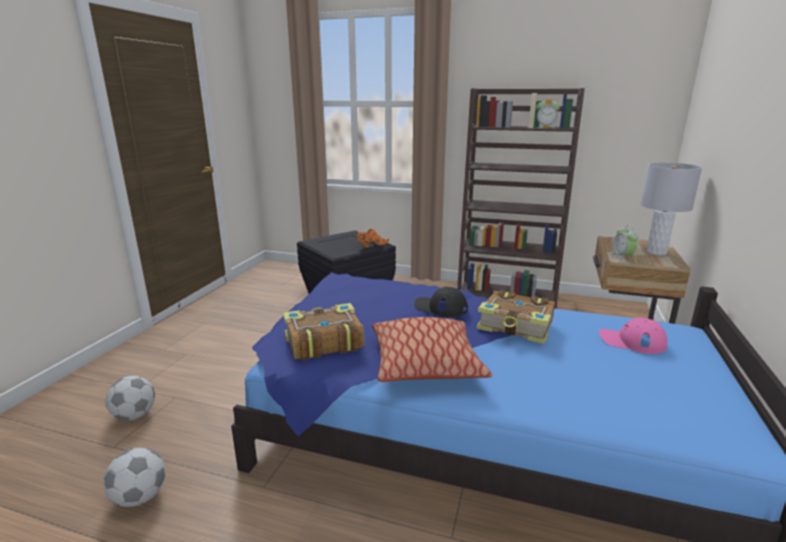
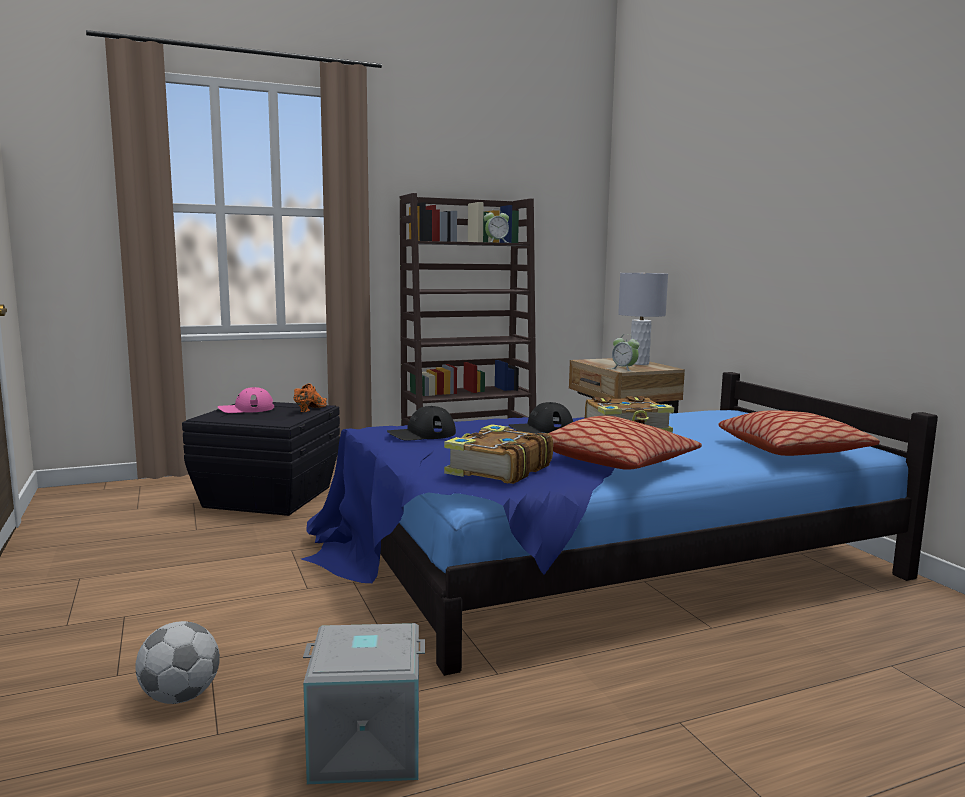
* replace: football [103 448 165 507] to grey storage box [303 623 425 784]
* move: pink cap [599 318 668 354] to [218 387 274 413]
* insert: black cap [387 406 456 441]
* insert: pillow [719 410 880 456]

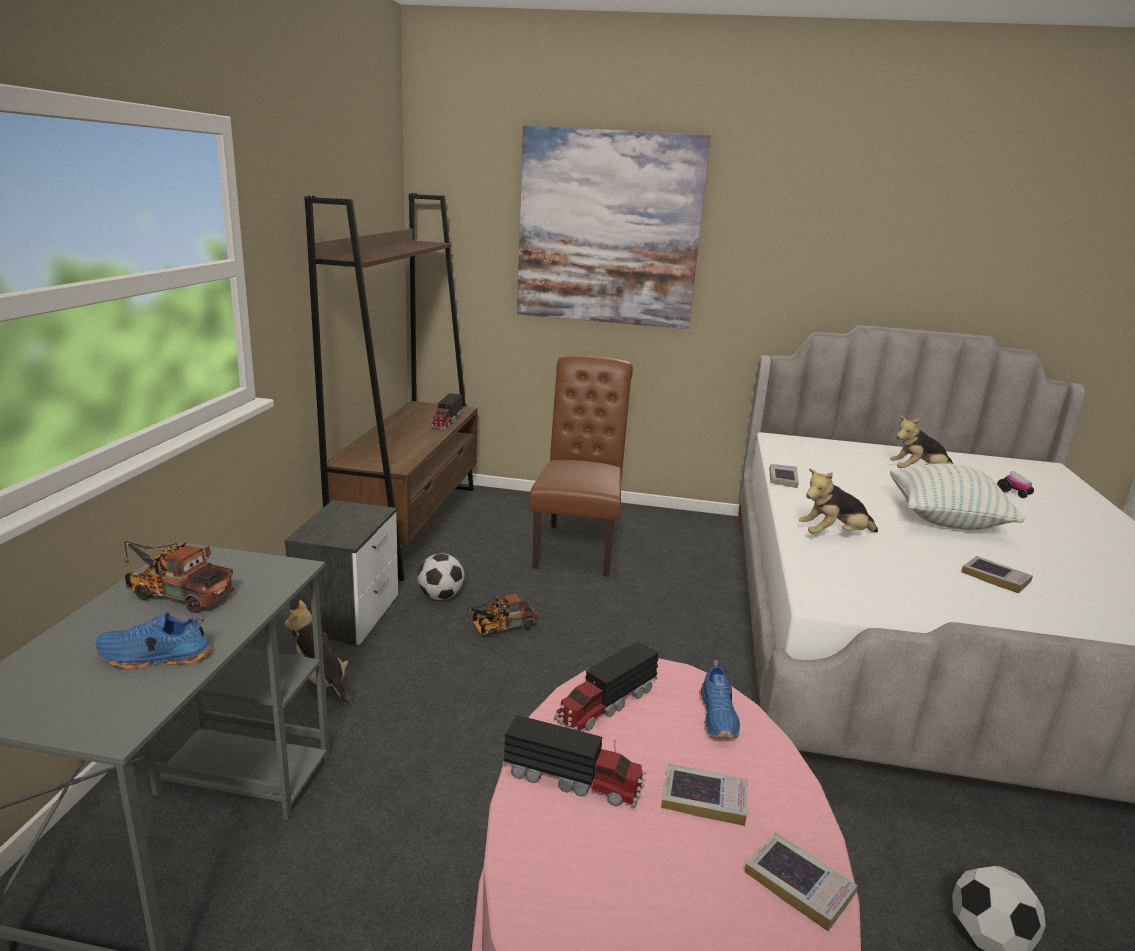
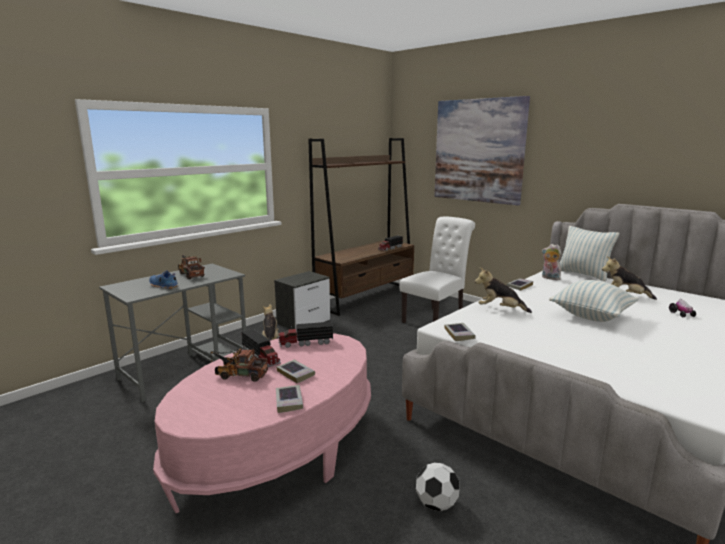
* delete: football [418 553 465 600]
* move: toy truck [466 592 538 638] to [210 348 268 382]
* recolor: brown chair [529 355 633 577] to white chair [400 217 475 323]
* delete: blue shoe [699 660 740 738]
* move: book [961 556 1033 593] to [444 323 476 341]
* insert: plush toy [542 244 562 280]
* insert: pillow [560 226 619 281]

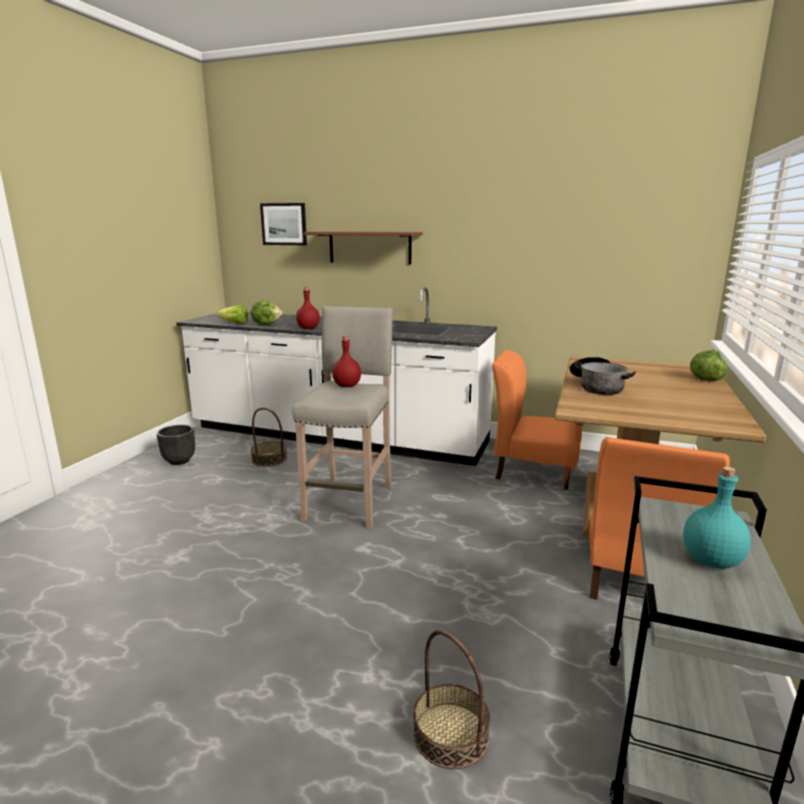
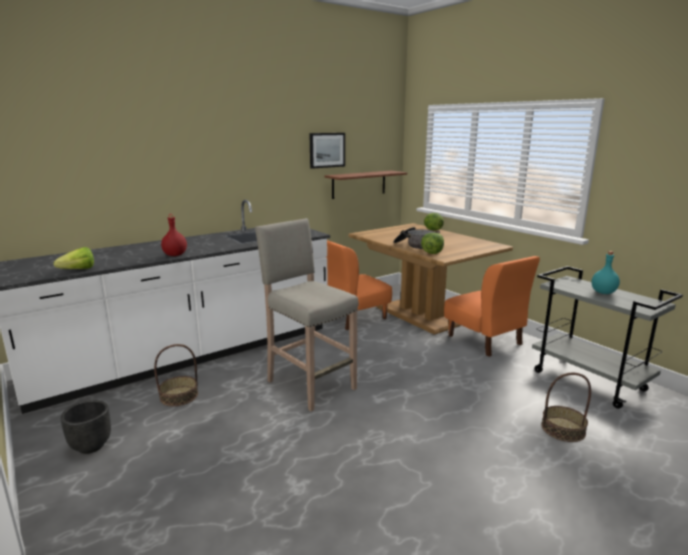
* move: lettuce [251 301 282 325] to [421 233 444 254]
* move: picture [260 203 307 245] to [309 133 345 169]
* move: brown shelf [304 231 423 265] to [324 171 407 199]
* delete: red bottle [332 336 361 387]

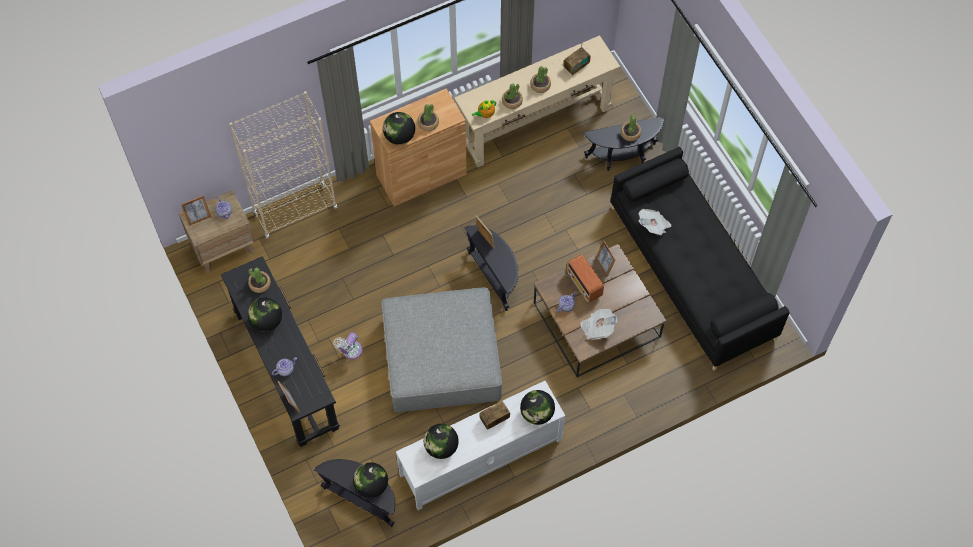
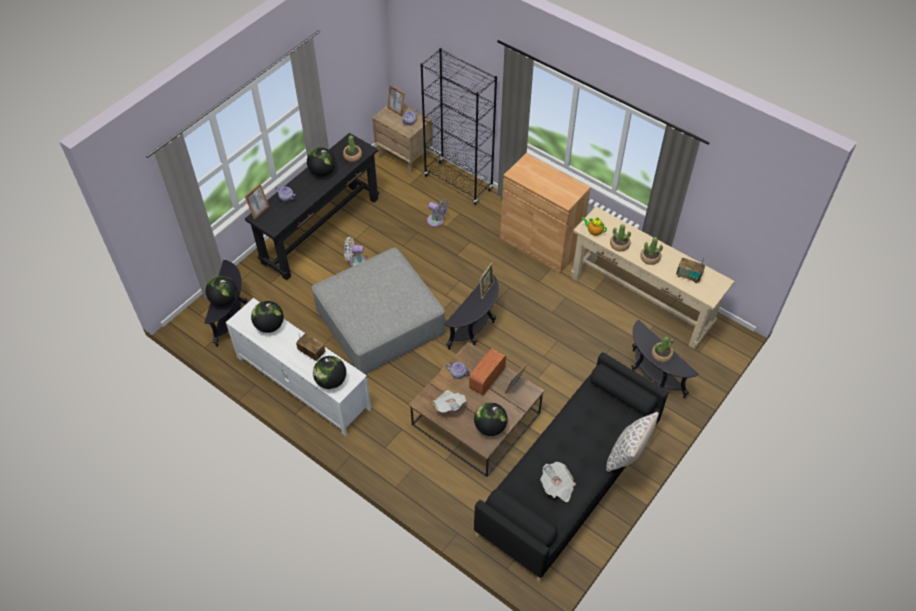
* recolor: beige bookcase [229 91 338 239] to black bookcase [420 48 497 205]
* move: globe [383 112 415 145] to [474 402 508 436]
* delete: potted plant [418 104 439 131]
* move: newspaper [638 209 671 235] to [541 462 576 502]
* insert: grey fan [427 199 449 227]
* insert: pillow [606 412 659 472]

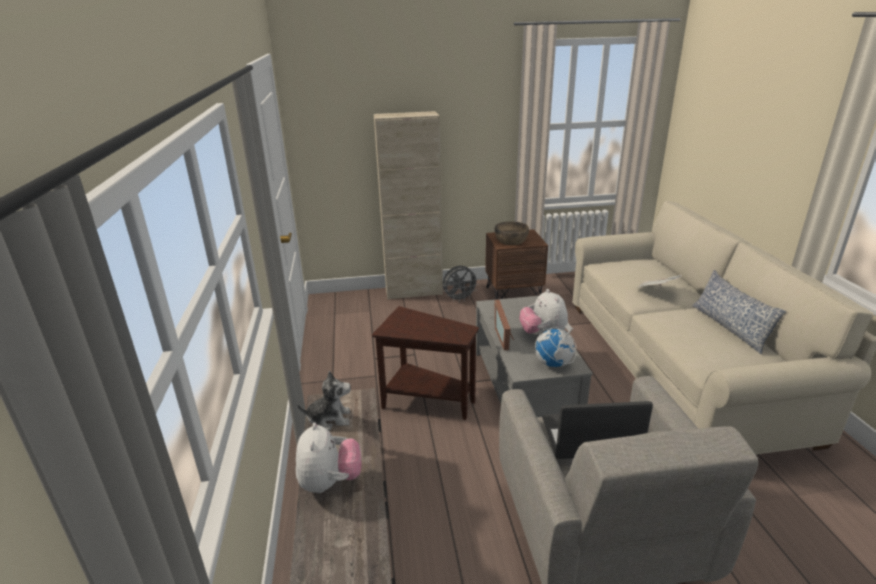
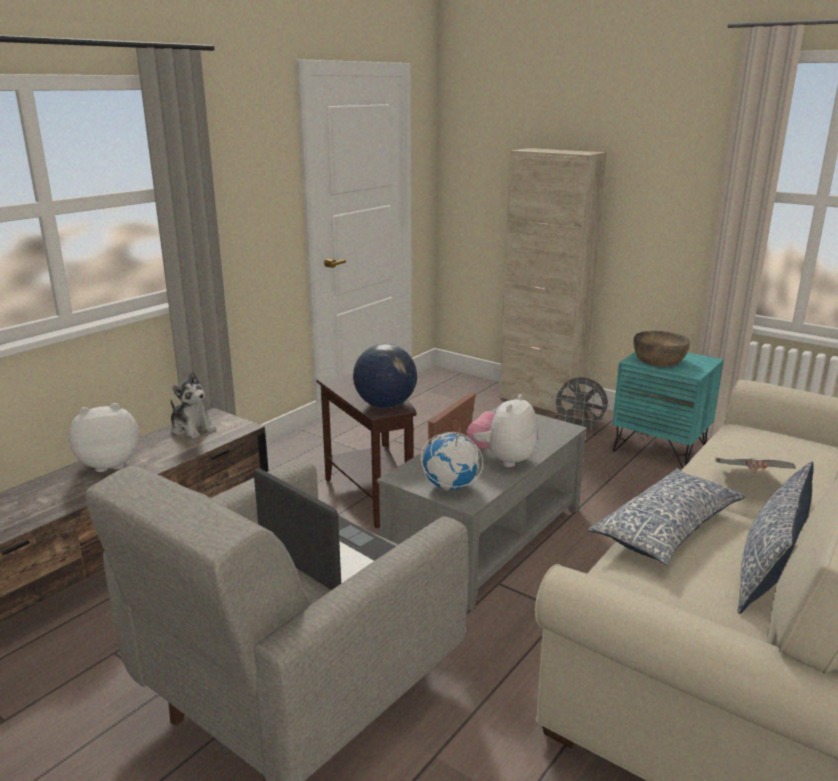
* rotate: plush toy [296 423 361 493] = [68 403 140 472] 150 degrees counterclockwise
* recolor: brown nightstand [485 229 548 300] to turquoise nightstand [613 352 724 469]
* insert: globe [353 344 417 408]
* insert: pillow [588 468 746 564]

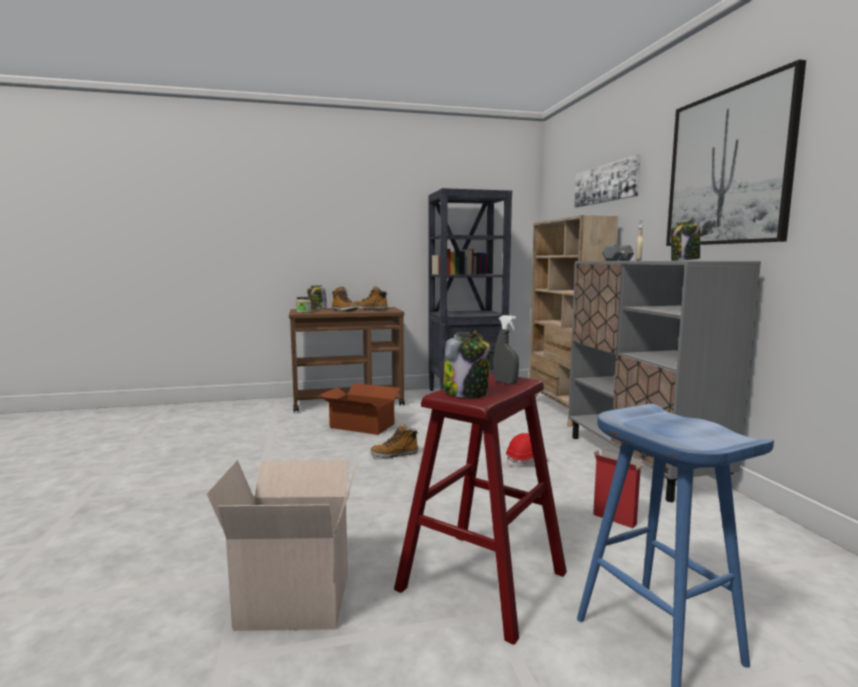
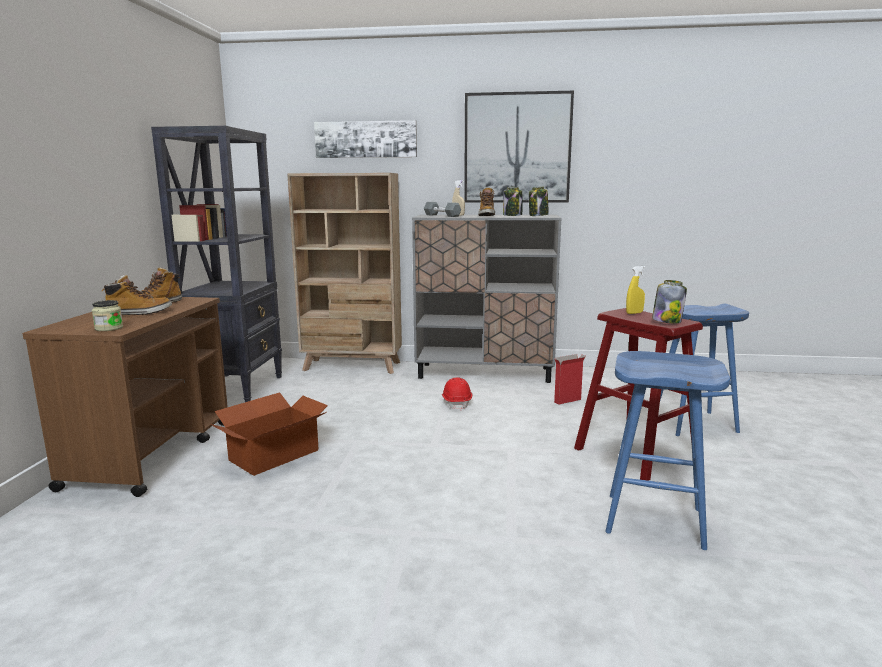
* replace: cardboard box [206 459 360 631] to blue stool [605 351 730 550]
* move: jar [308 285 327 309] to [529 187 549 216]
* move: boot [370 423 418 458] to [478 187 495 216]
* recolor: grey spray bottle [493 315 519 384] to yellow spray bottle [626 266 645 314]

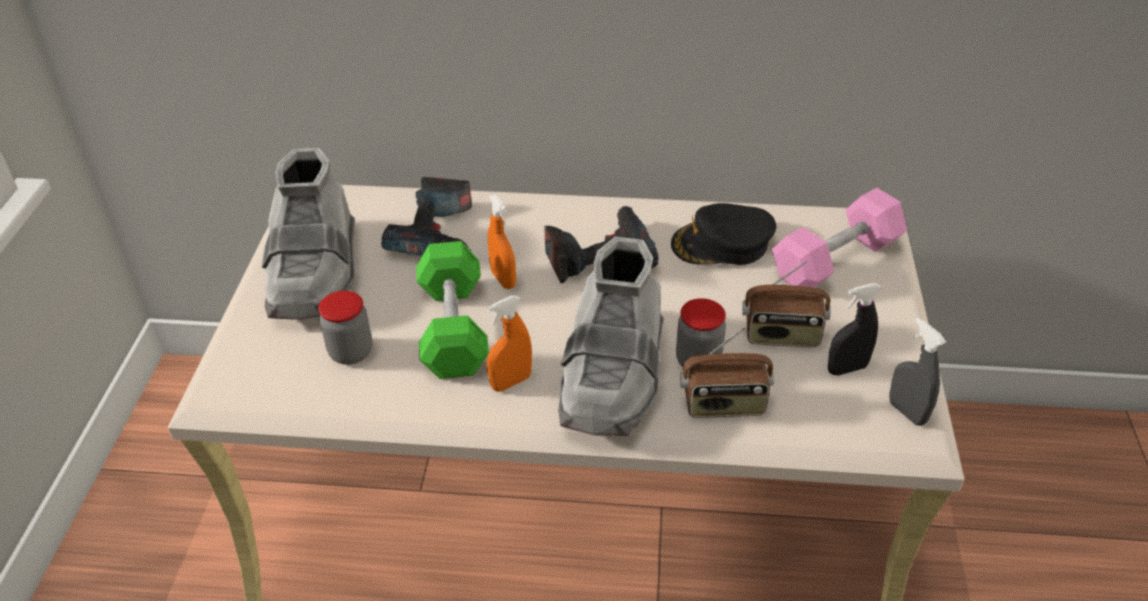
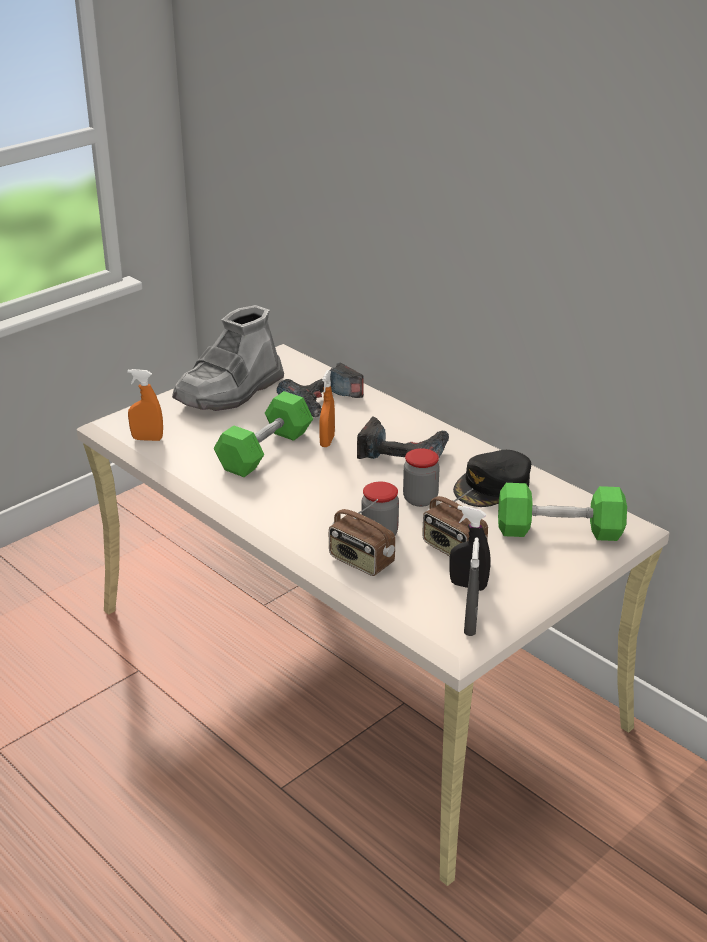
* move: jar [318 291 373 365] to [403 448 440 507]
* move: orange spray bottle [487 295 532 392] to [127 369 163 441]
* delete: grey boot [558 237 664 436]
* rotate: black cap [671 203 776 265] = [453 450 531 507] 75 degrees counterclockwise
* recolor: pink dumbbell [772 188 907 287] to green dumbbell [498 483 627 541]

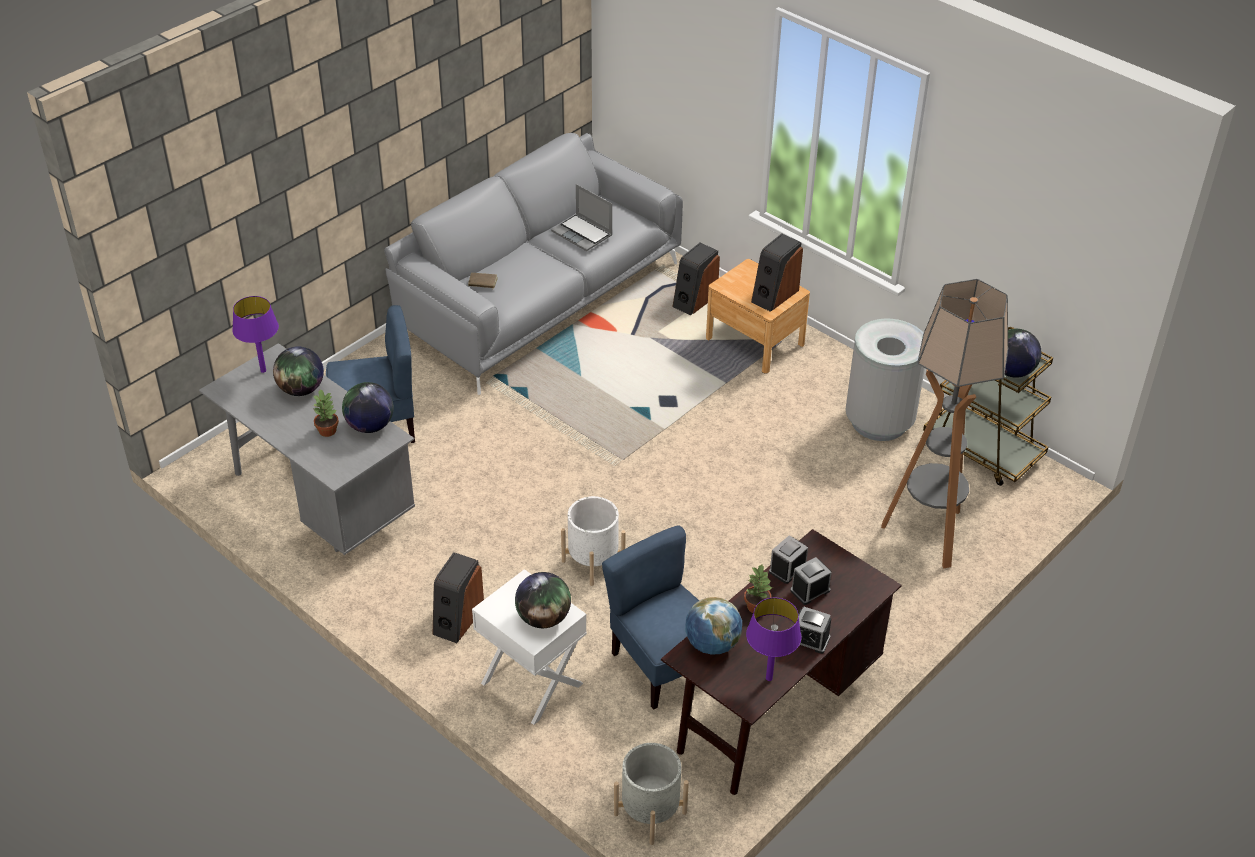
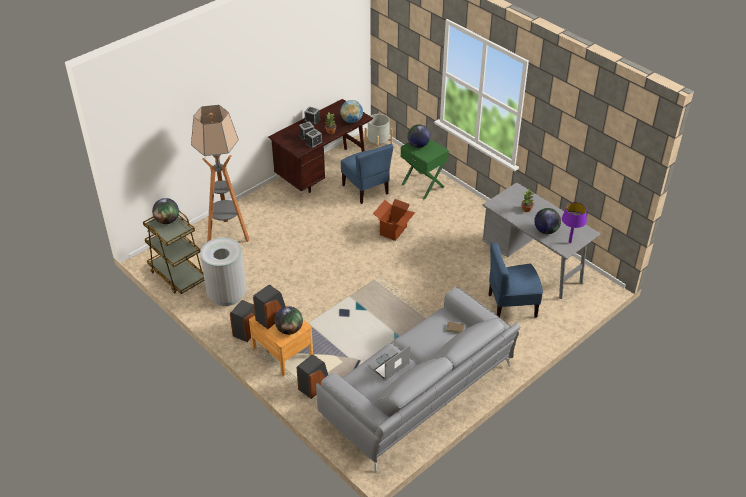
* move: globe [342 382 393 433] to [275 306 303 335]
* move: speaker [432 552 484 643] to [230 300 255 342]
* recolor: white nightstand [472 569 587 725] to green nightstand [401 139 449 200]
* rotate: laptop [551 184 613 251] = [368 345 410 381] 90 degrees counterclockwise
* replace: white planter [561 496 626 586] to cardboard box [373 199 415 241]
* delete: purple table lamp [746 598 801 681]

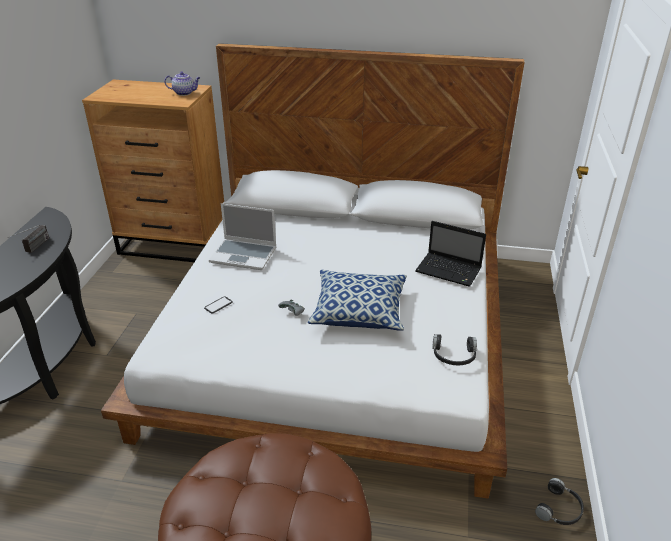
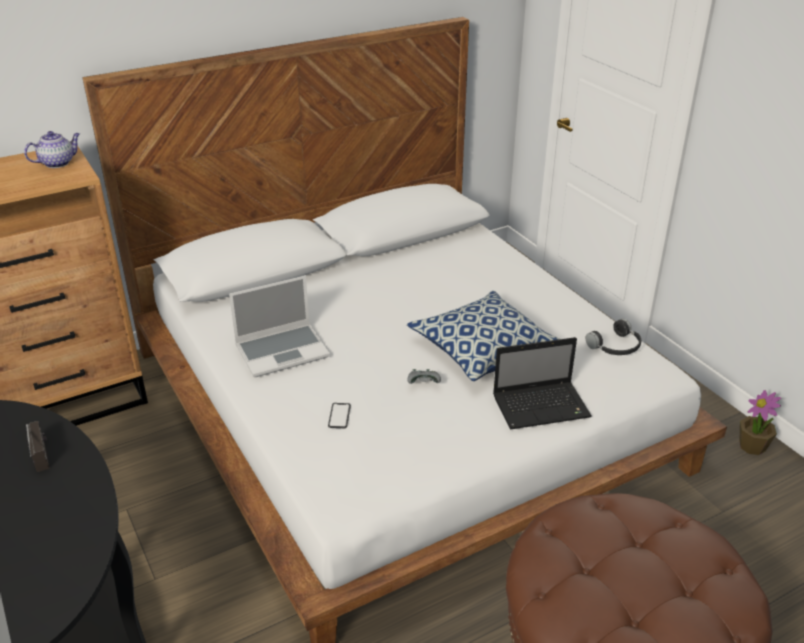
* move: laptop [415 221 486 287] to [493 337 592 429]
* replace: black headphones [535 478 584 525] to potted plant [740 390 781 455]

